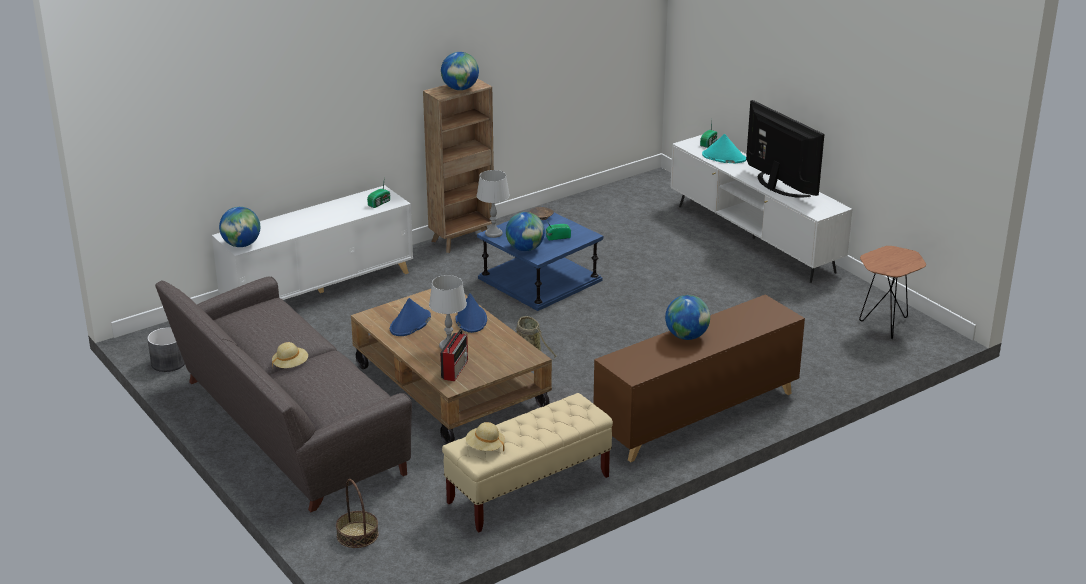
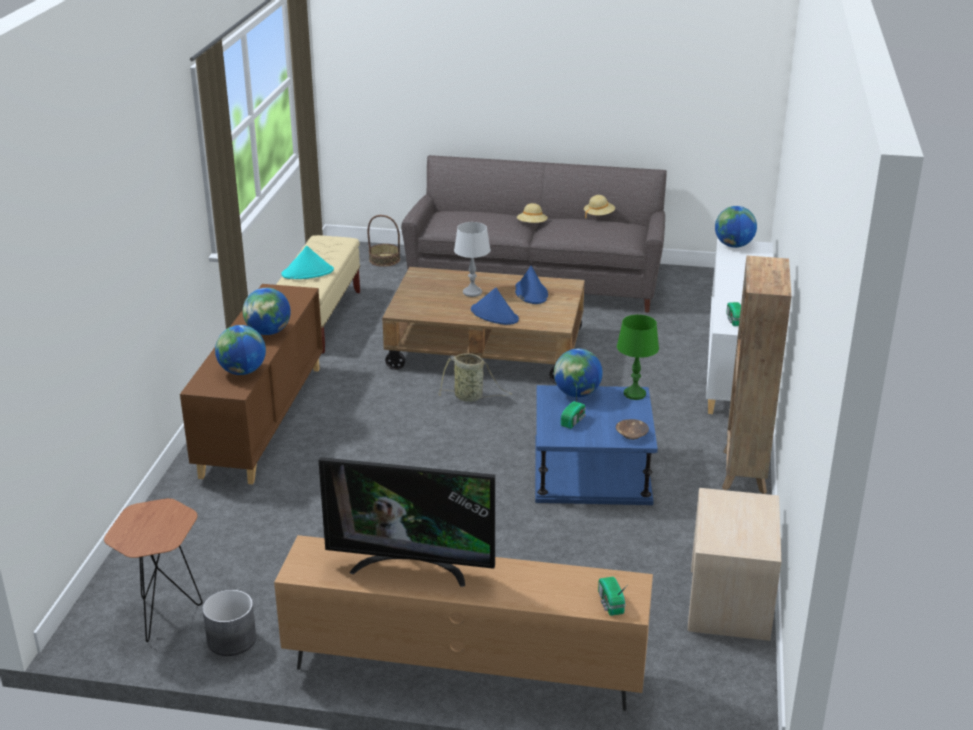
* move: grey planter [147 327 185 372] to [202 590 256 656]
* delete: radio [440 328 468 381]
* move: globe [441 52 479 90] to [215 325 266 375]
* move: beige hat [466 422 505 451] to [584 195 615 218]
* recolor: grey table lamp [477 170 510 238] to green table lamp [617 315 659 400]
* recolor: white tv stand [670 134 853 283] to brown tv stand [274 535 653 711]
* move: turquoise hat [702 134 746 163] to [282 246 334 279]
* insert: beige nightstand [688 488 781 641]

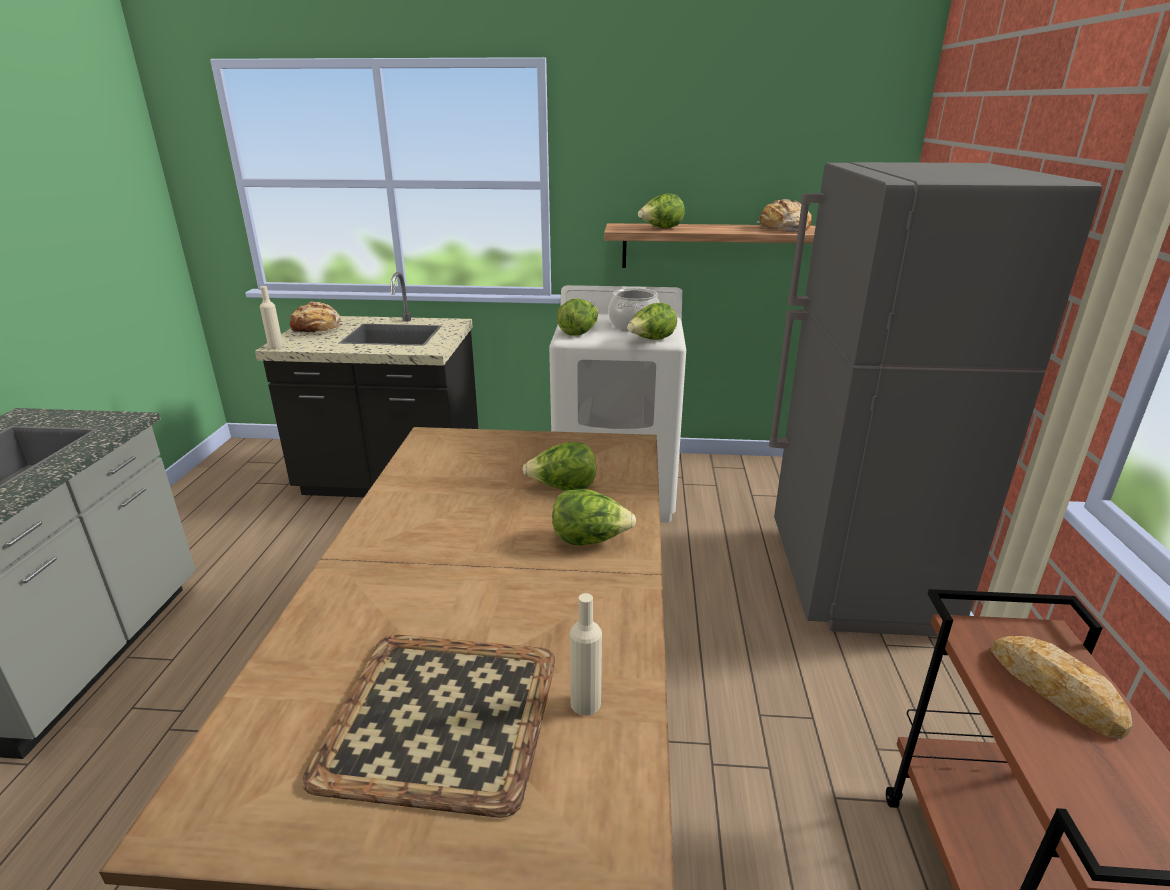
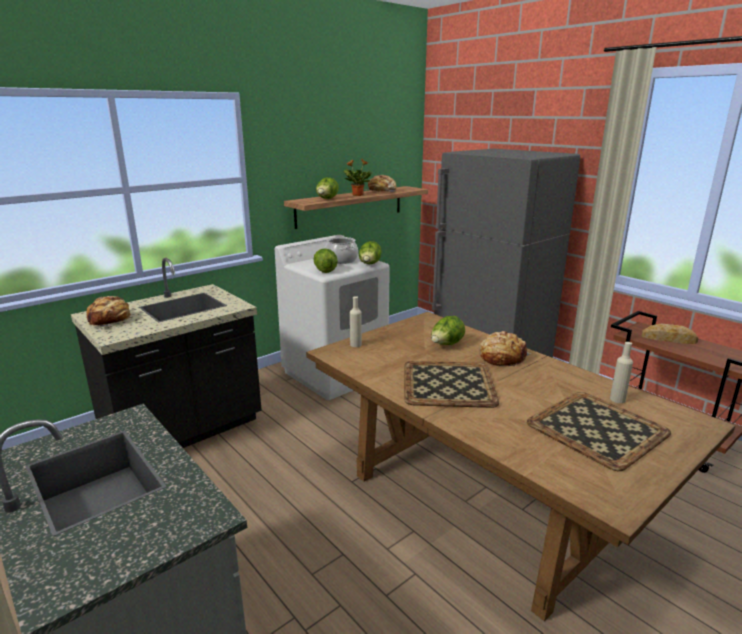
* move: beige bottle [260 286 283 349] to [350 296 362 347]
* replace: lettuce [552 489 636 546] to bread [479 331 531 367]
* insert: potted plant [343 159 371 196]
* insert: tray [404 361 499 408]

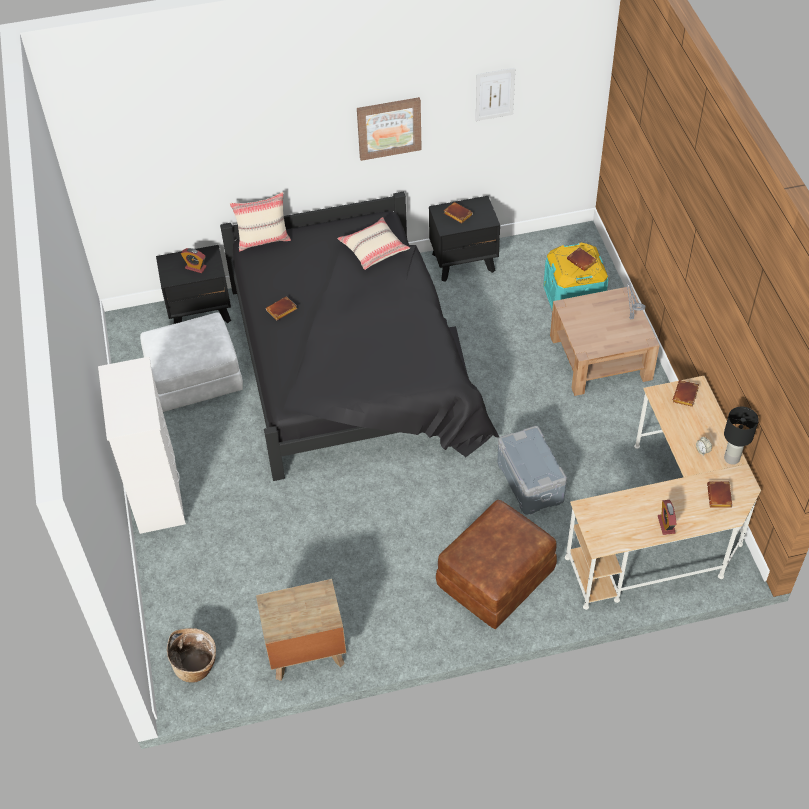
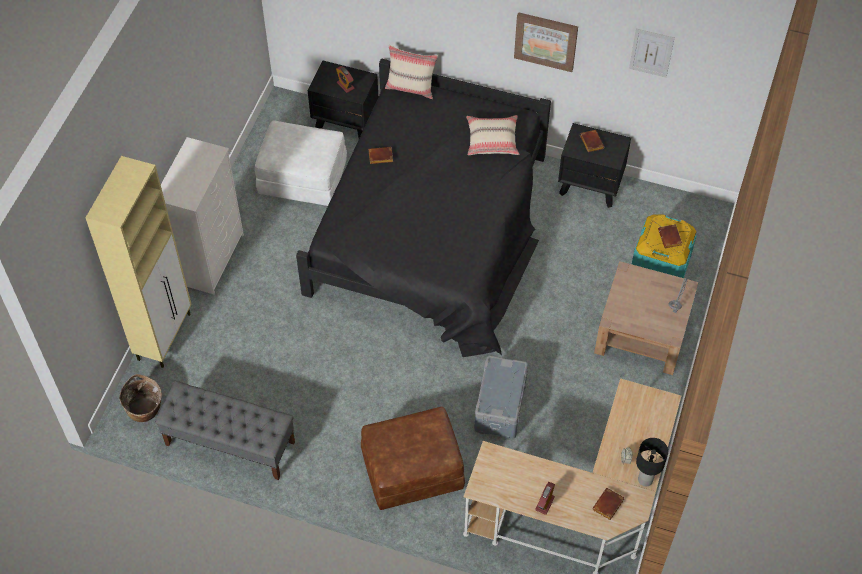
* replace: brown nightstand [256 579 346 681] to grey bench [155 381 295 480]
* delete: brown book [672 380 699 407]
* insert: beige cabinet [85 156 192 368]

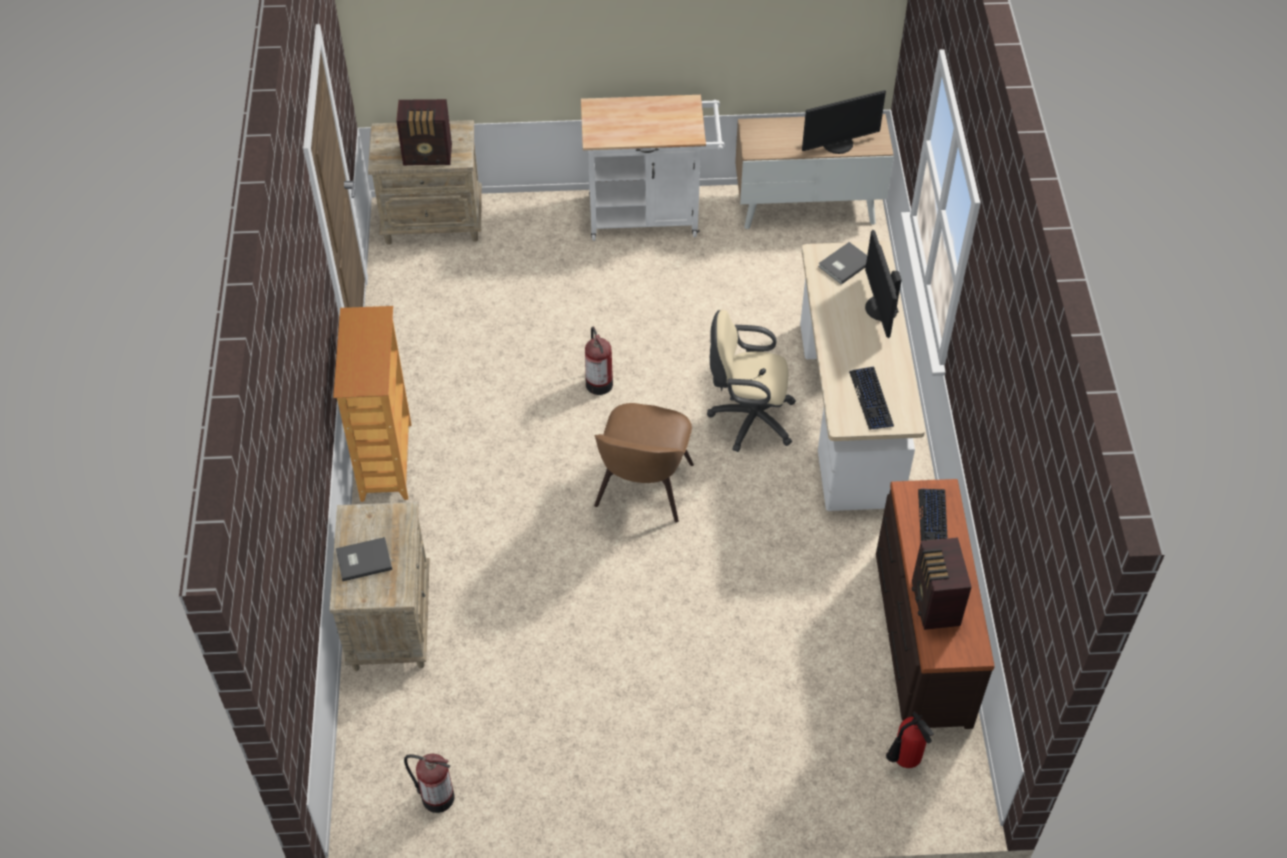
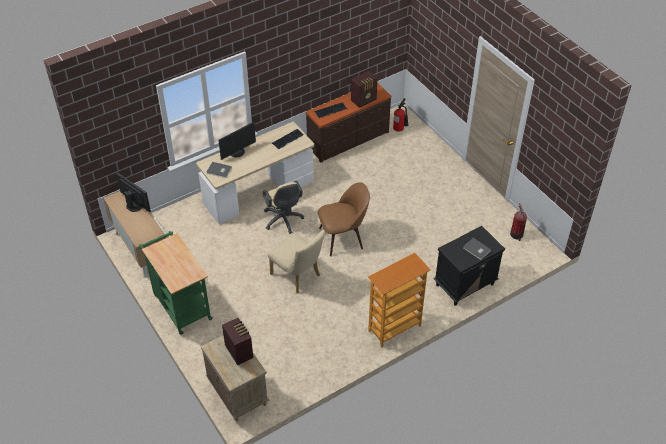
* recolor: beige nightstand [330 502 430 671] to black nightstand [433 226 505 306]
* recolor: white cart [581 95 724 241] to green cart [138 231 213 335]
* replace: fire extinguisher [585 326 613 395] to beige chair [268 230 325 293]

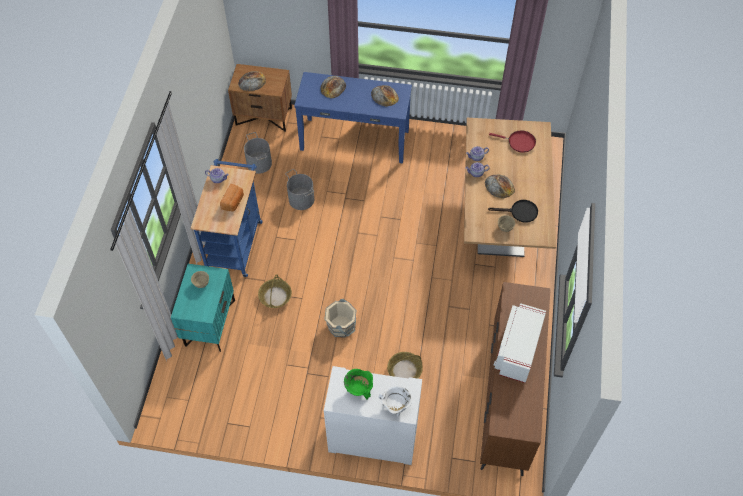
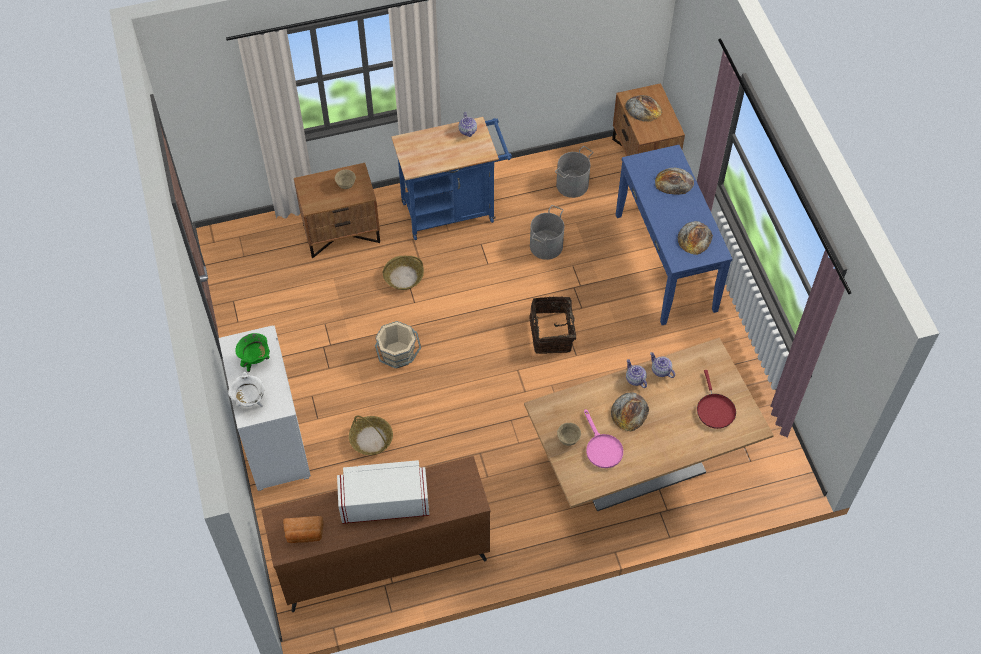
* recolor: turquoise nightstand [171 264 235 352] to brown nightstand [294 163 380 258]
* move: bread [220 184 244 212] to [283 516 324 543]
* recolor: black frying pan [488 200 538 223] to pink frying pan [584 409 623 468]
* insert: basket [529 296 576 354]

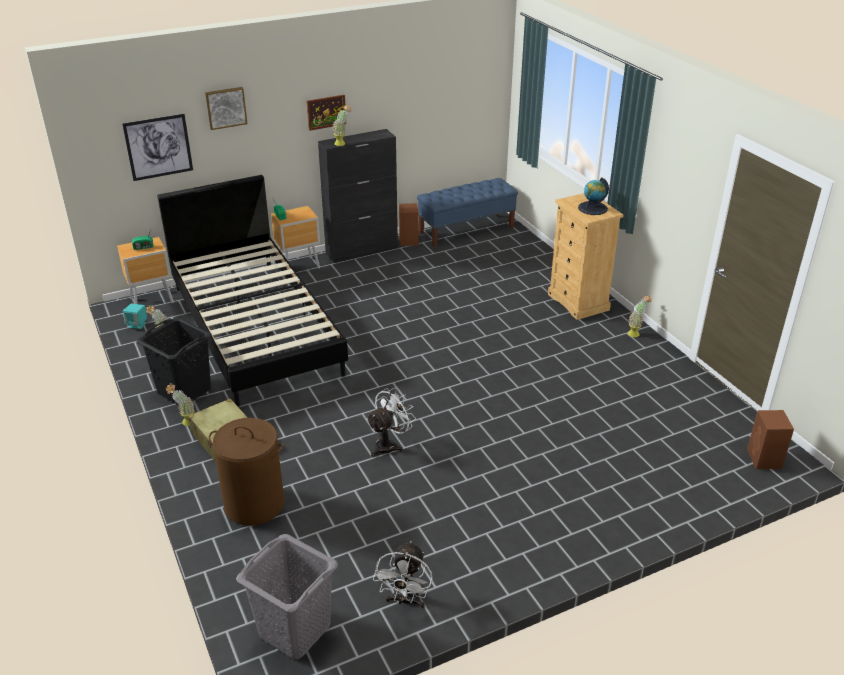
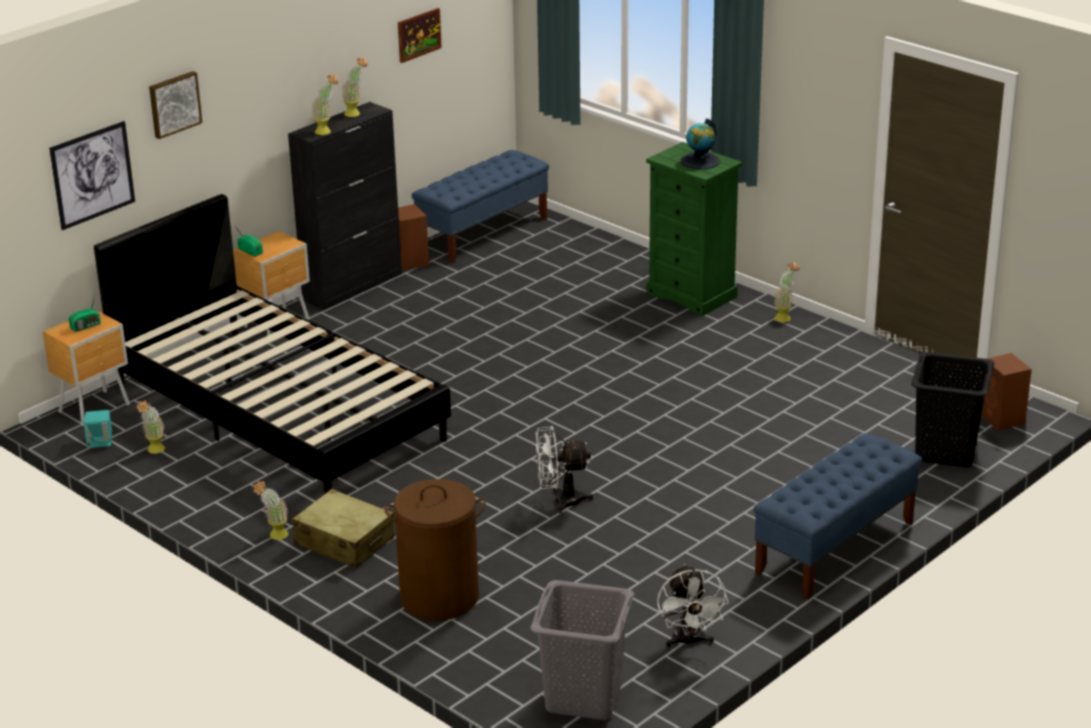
* move: black laundry basket [137 318 212 405] to [911 351 994 468]
* move: picture [307 95 346 131] to [398 8 442 63]
* rotate: white fan [366 388 416 457] = [535 426 593 513] 120 degrees counterclockwise
* recolor: beige dresser [548 193 624 320] to green dresser [646 142 742 316]
* insert: potted plant [341 57 368 117]
* insert: blue bench [754 433 922 599]

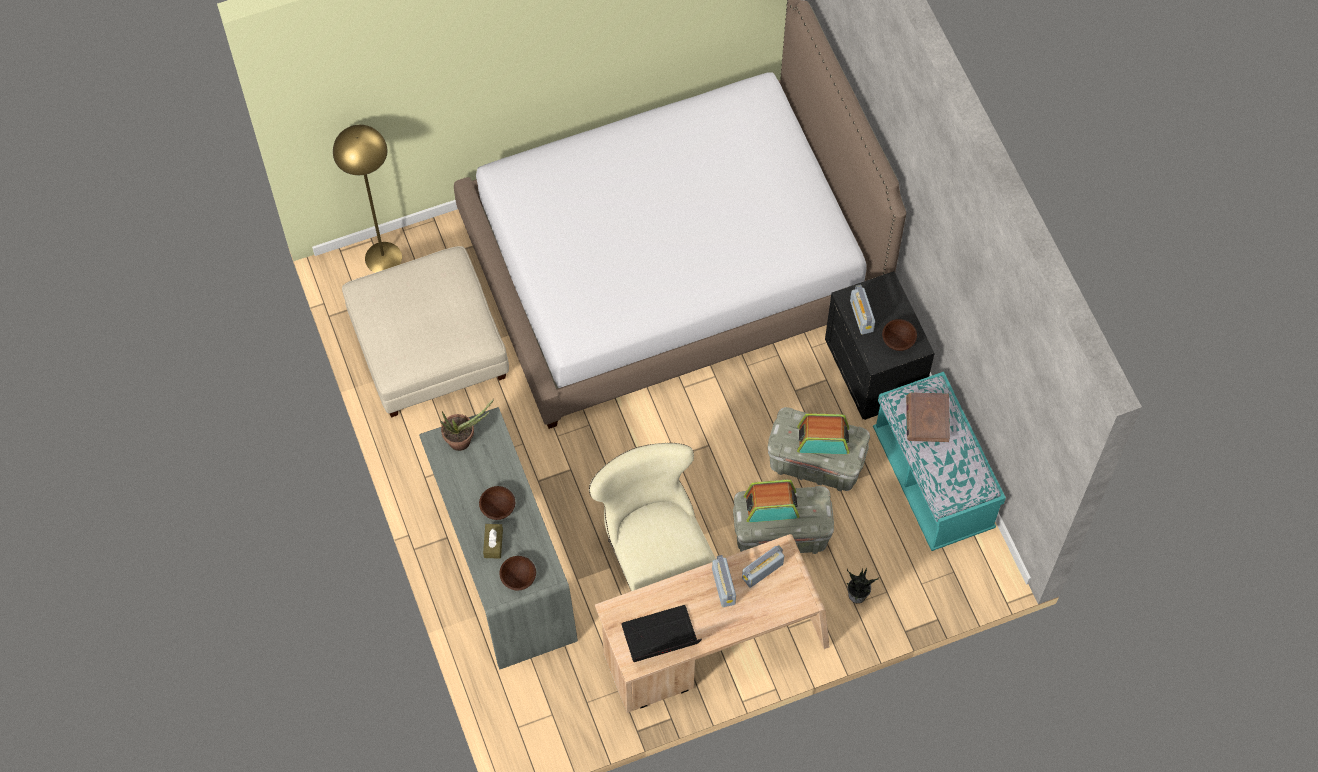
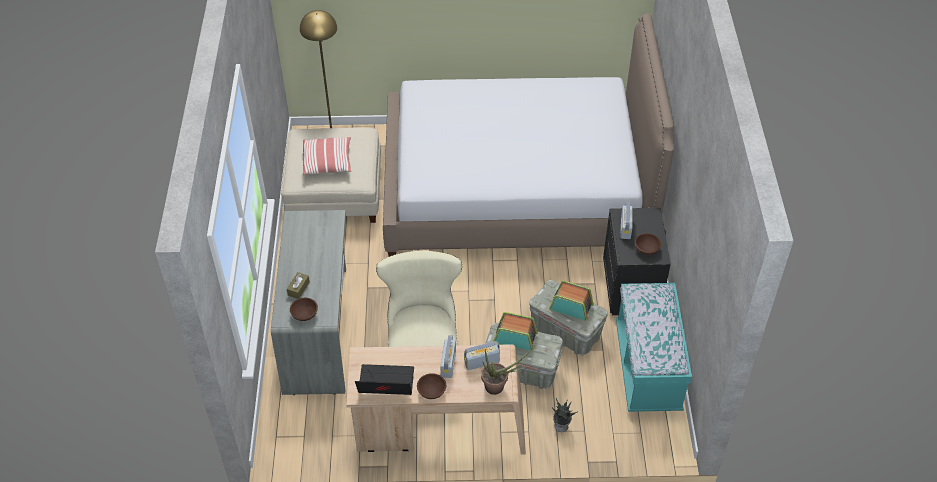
* move: potted plant [440 399 494 451] to [481 349 529 395]
* move: brown bowl [479 486 515 520] to [417 373 446 399]
* delete: brown book [906 392 950 442]
* insert: pillow [303 137 351 175]

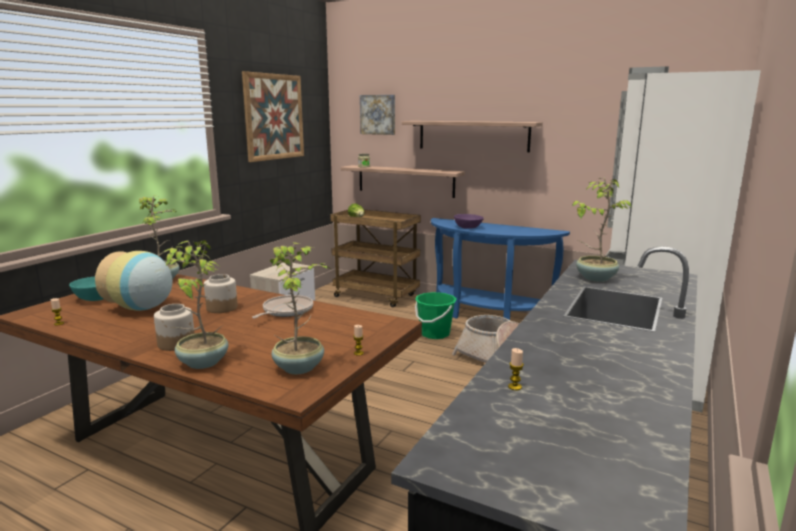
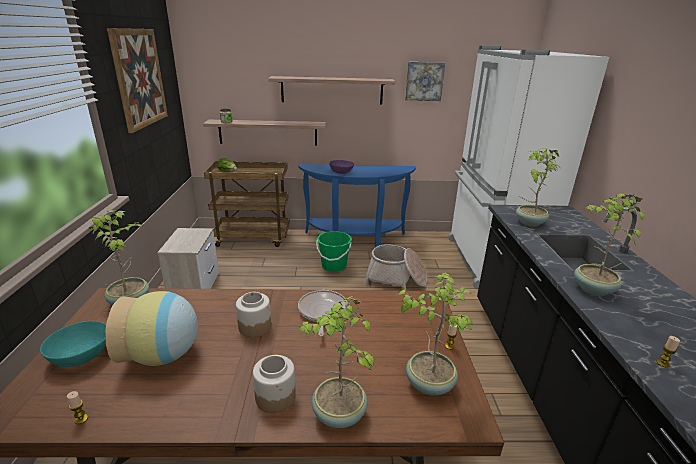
* move: picture [360 95 395 135] to [405 62 445 101]
* insert: potted plant [574 194 645 296]

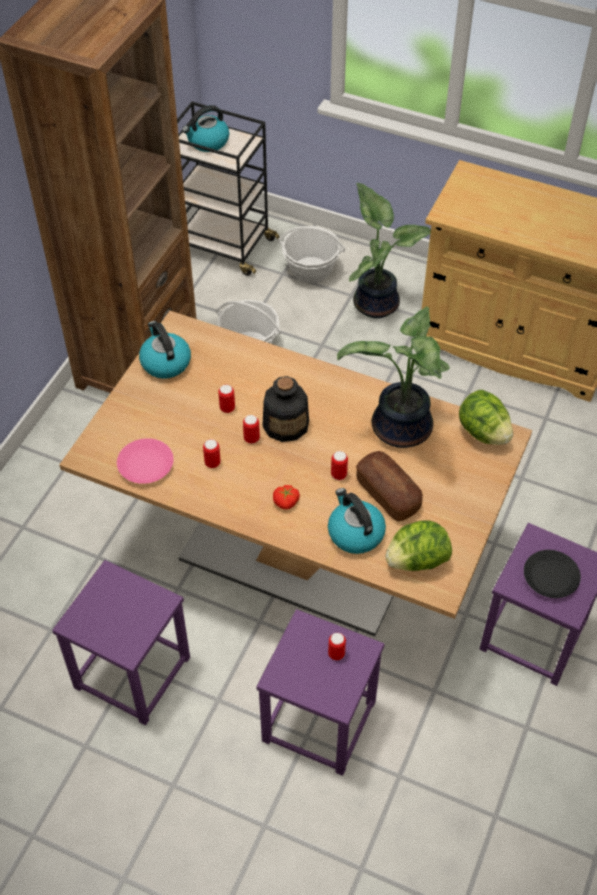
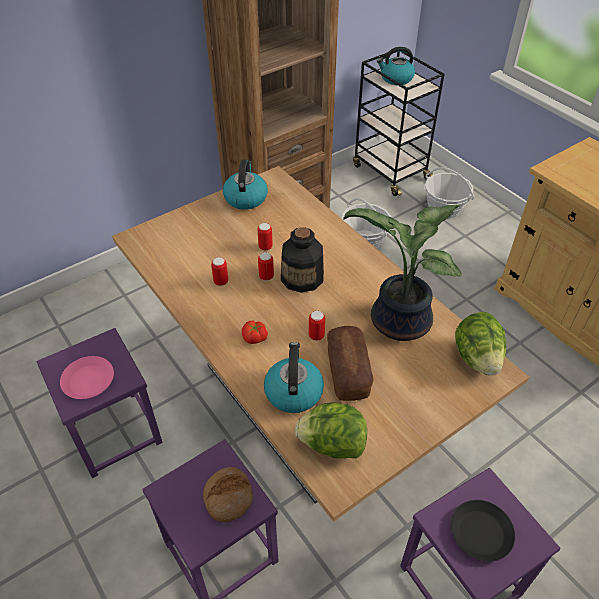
* move: pink plate [117 438 174 484] to [60 356 114 399]
* replace: can [328 633 346 660] to bread [203 467 253 522]
* delete: potted plant [349 183 431 318]

